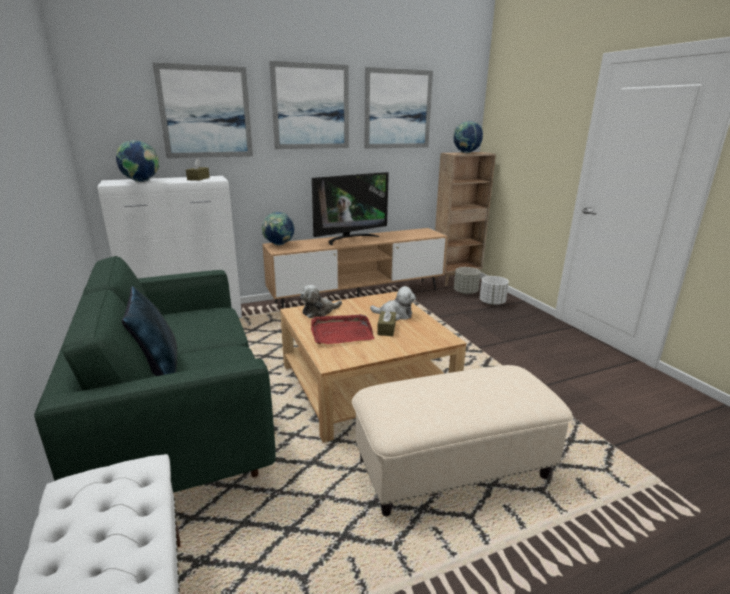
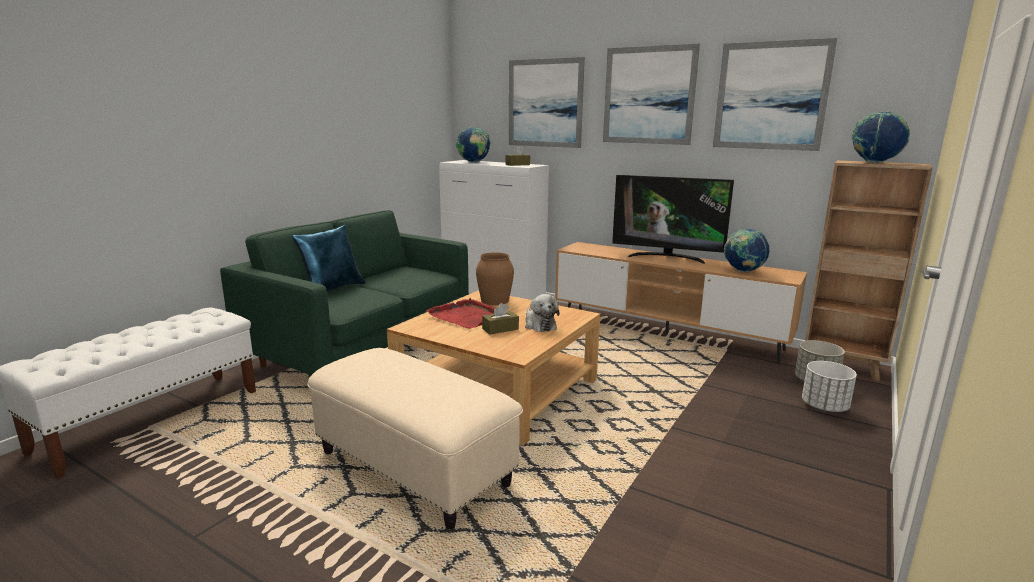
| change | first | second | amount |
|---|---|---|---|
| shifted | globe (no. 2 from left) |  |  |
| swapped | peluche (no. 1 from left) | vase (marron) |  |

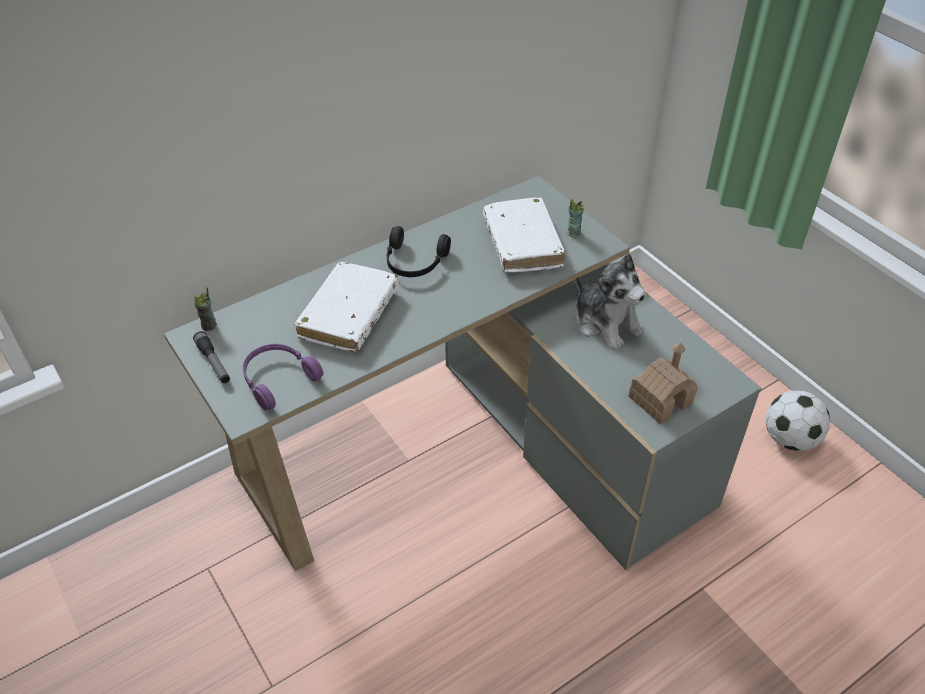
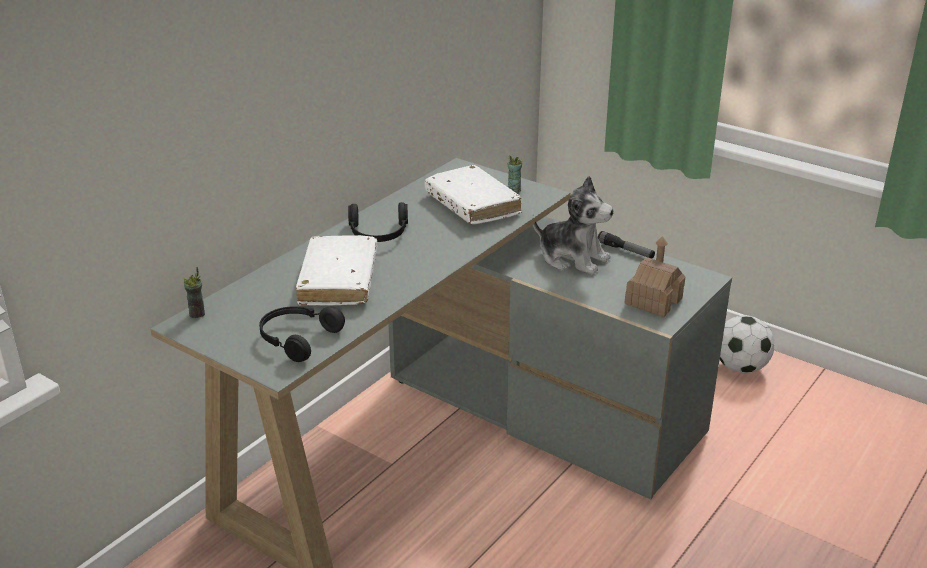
| change | first | second | amount |
|---|---|---|---|
| shifted | lampe de poche |  |  |
| repainted | casque audio (violet) | casque audio (noir) (no. 1 from left) |  |

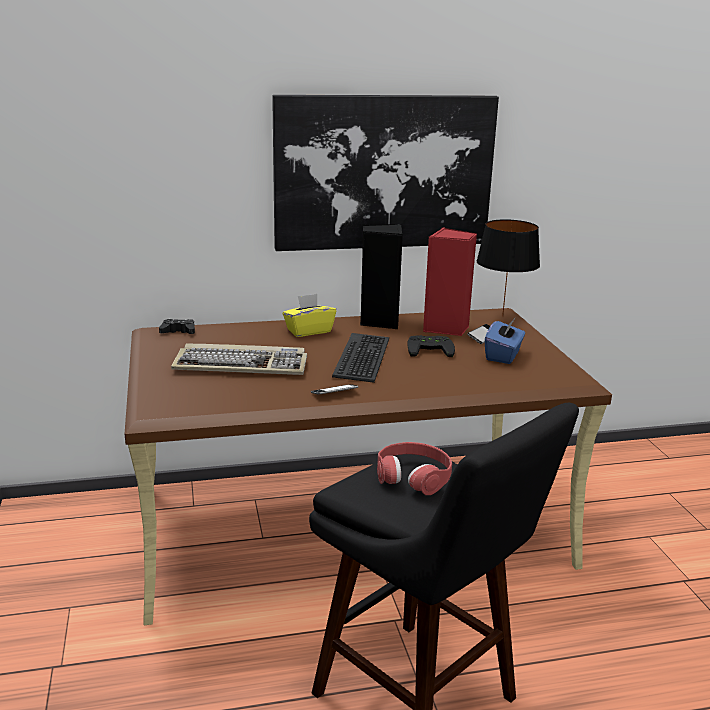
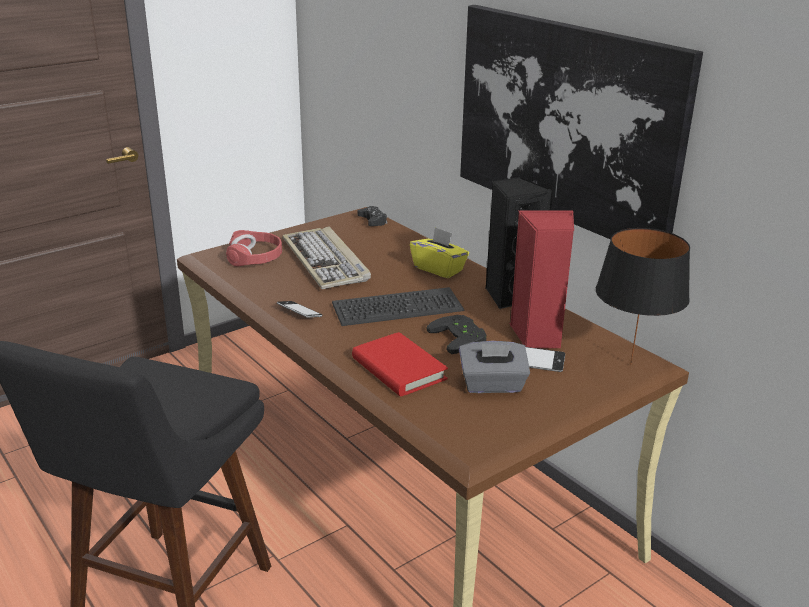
| change | first | second | amount |
|---|---|---|---|
| shifted | casque audio (rouge) |  |  |
| repainted | boîte à mouchoirs (bleu) | boîte à mouchoirs (gris) |  |
| new |  | livre (rouge) |  |

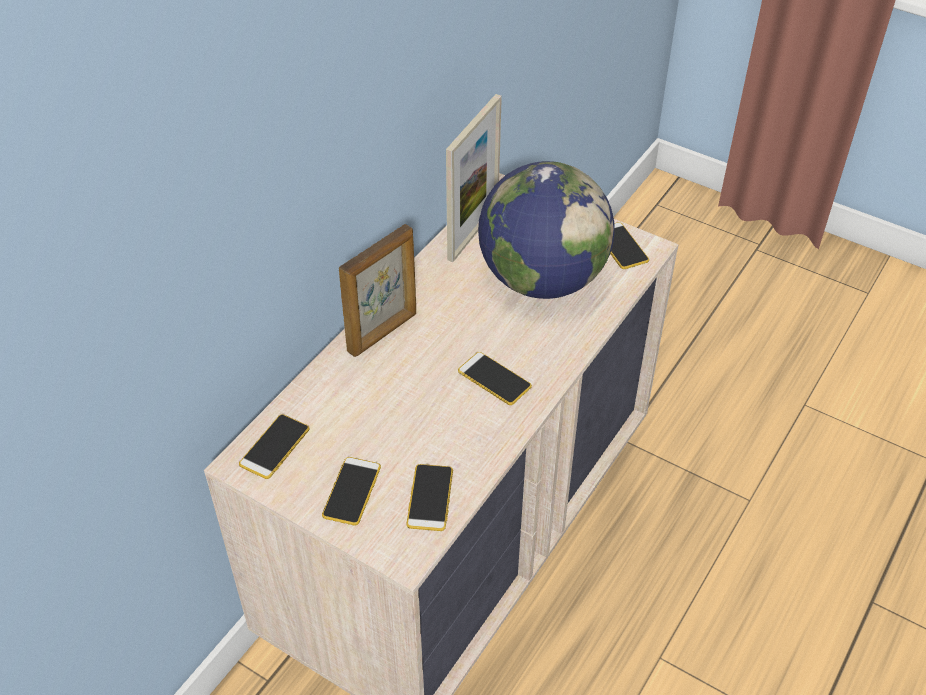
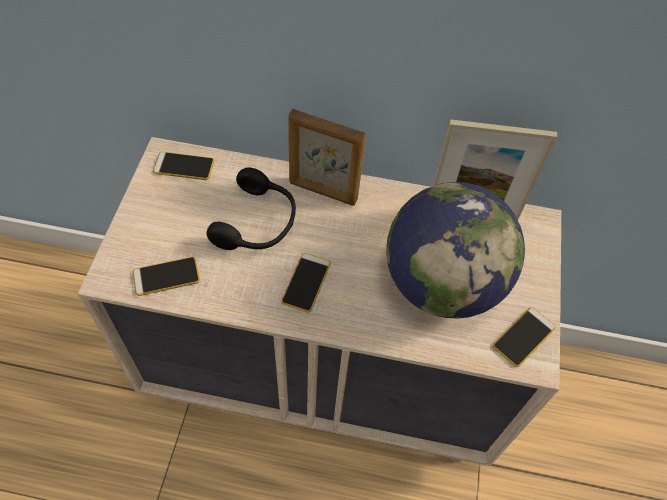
| change | first | second | amount |
|---|---|---|---|
| gone | téléphone (no. 2 from left) |  |  |
| new |  | casque audio (noir) |  |

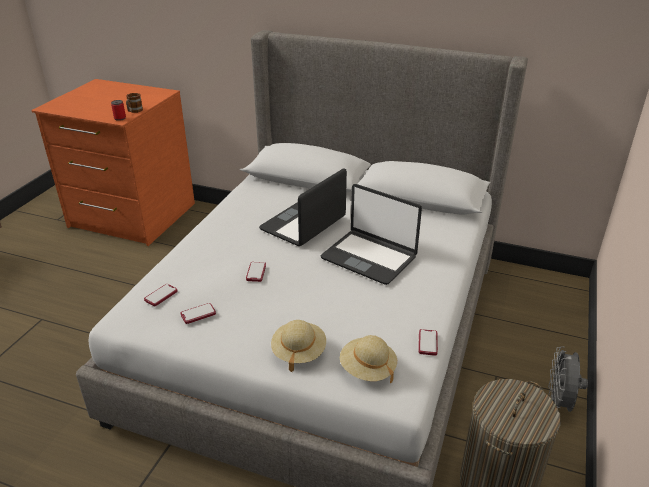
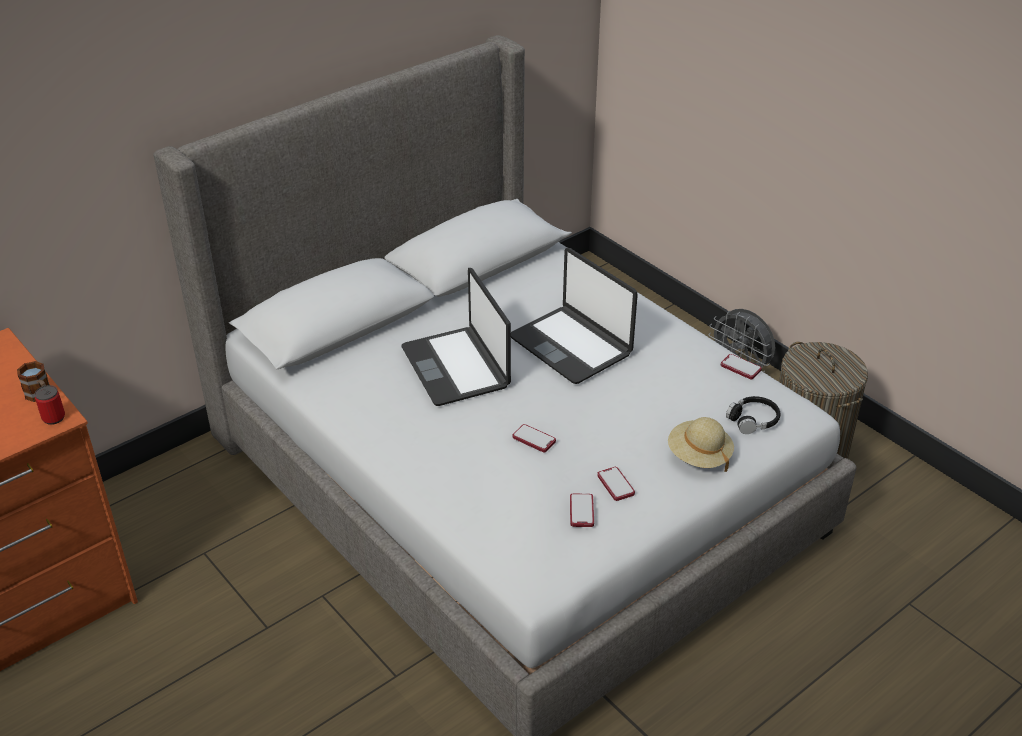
| change | first | second | amount |
|---|---|---|---|
| shifted | téléphone (no. 1 from left in the first image) | téléphone (no. 3 from left) |  |
| rotated | ordinateur portable (no. 2 from left) |  | 75 degrees clockwise |
| swapped | chapeau (beige) (no. 2 from left) | casque audio (noir) |  |

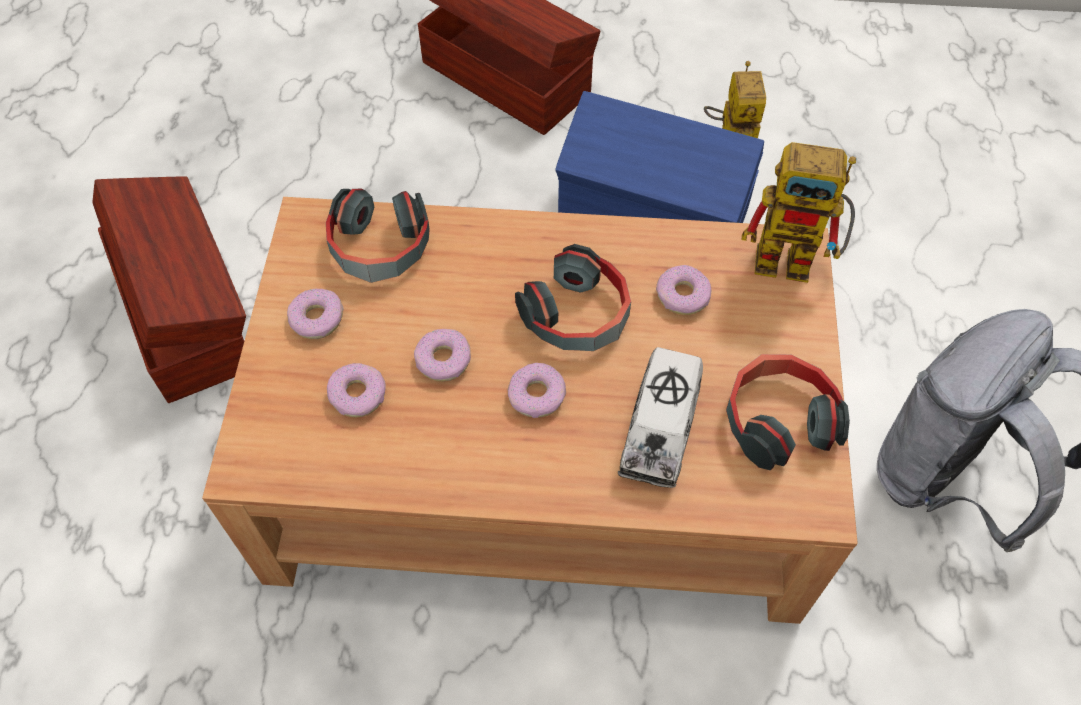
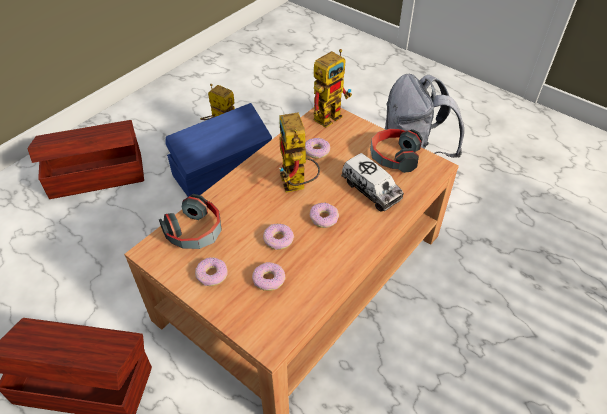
| change | first | second | amount |
|---|---|---|---|
| swapped | casque audio (no. 2 from left) | robot jouet (no. 2 from left) |  |

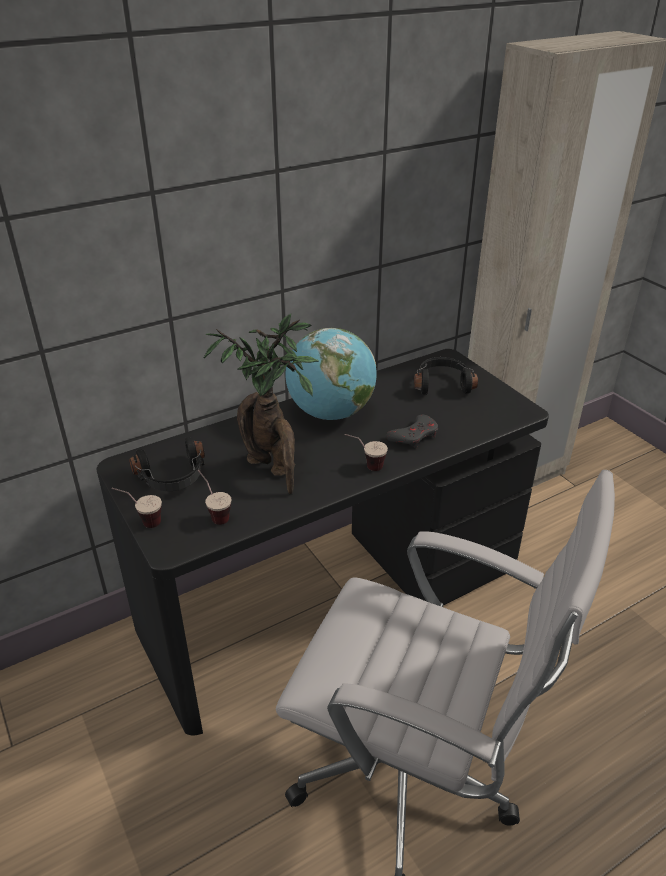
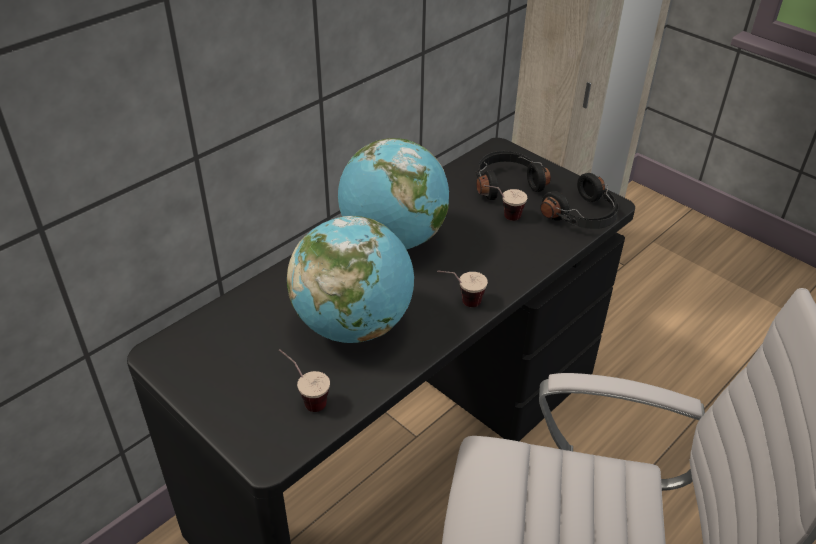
| change | first | second | amount |
|---|---|---|---|
| shifted | tasse (no. 1 from left in the first image) | tasse (no. 3 from left) |  |
| shifted | casque audio (noir) (no. 1 from left in the first image) | casque audio (noir) (no. 2 from left) |  |
| swapped | plante en pot | globe (no. 1 from left) |  |
| gone | manette (gris) |  |  |

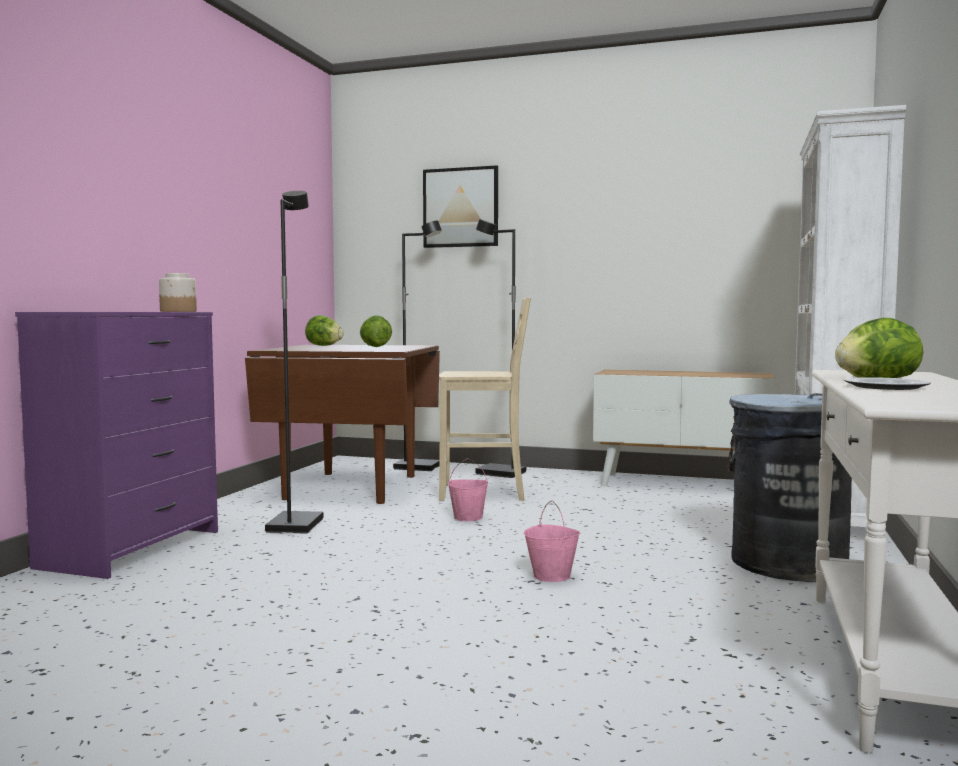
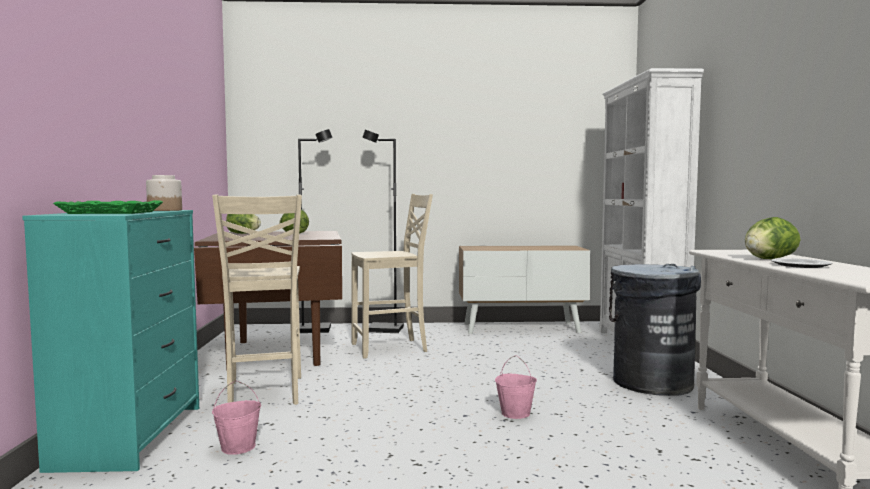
| change | first | second | amount |
|---|---|---|---|
| repainted | commode (violet) | commode (turquoise) |  |
| swapped | lampadaire (noir) (no. 1 from left) | chaise (beige) (no. 1 from left) |  |
| gone | tableau |  |  |
| shifted | seau (rose) (no. 1 from left) |  |  |
| new |  | plateau (vert) |  |

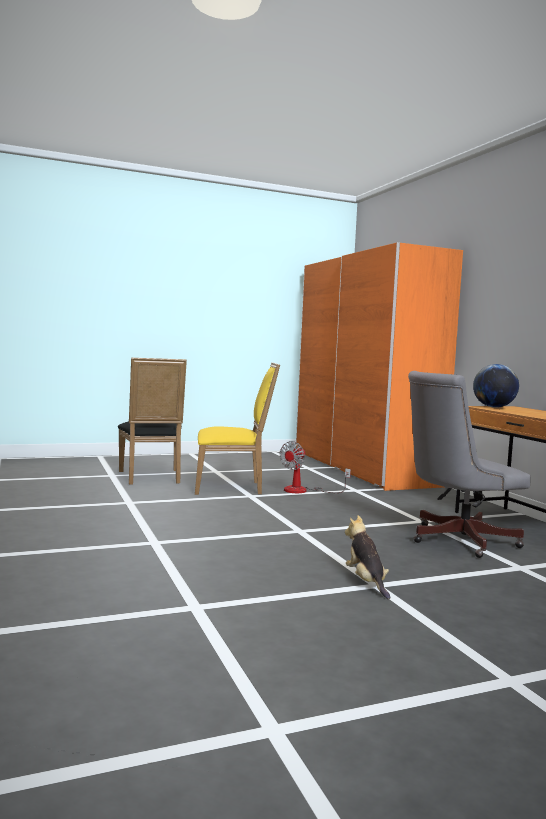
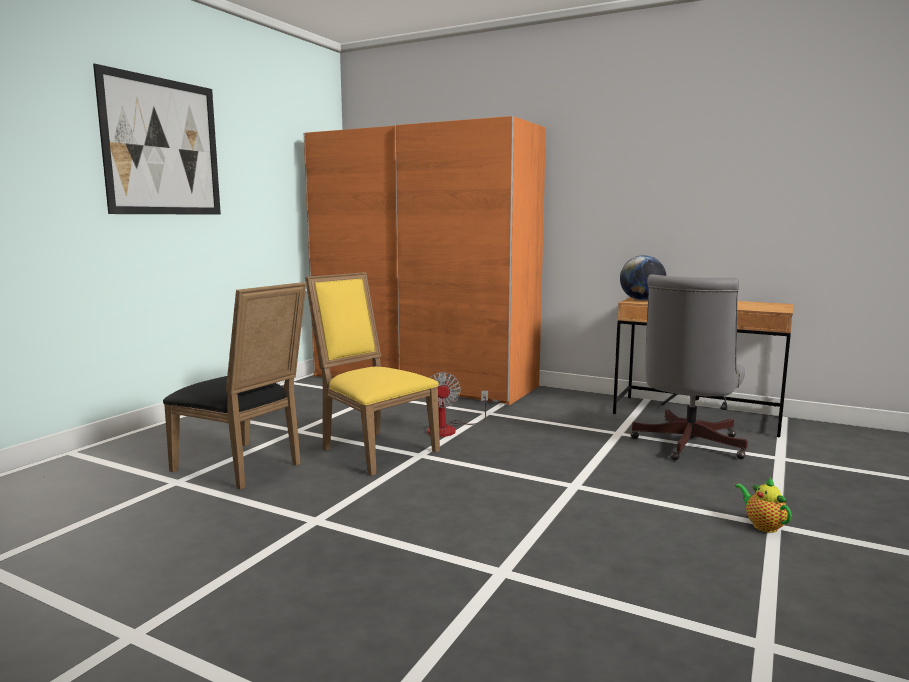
| change | first | second | amount |
|---|---|---|---|
| rotated | chaise (jaune) |  | 90 degrees counterclockwise |
| swapped | peluche | théière |  |
| new |  | tableau |  |

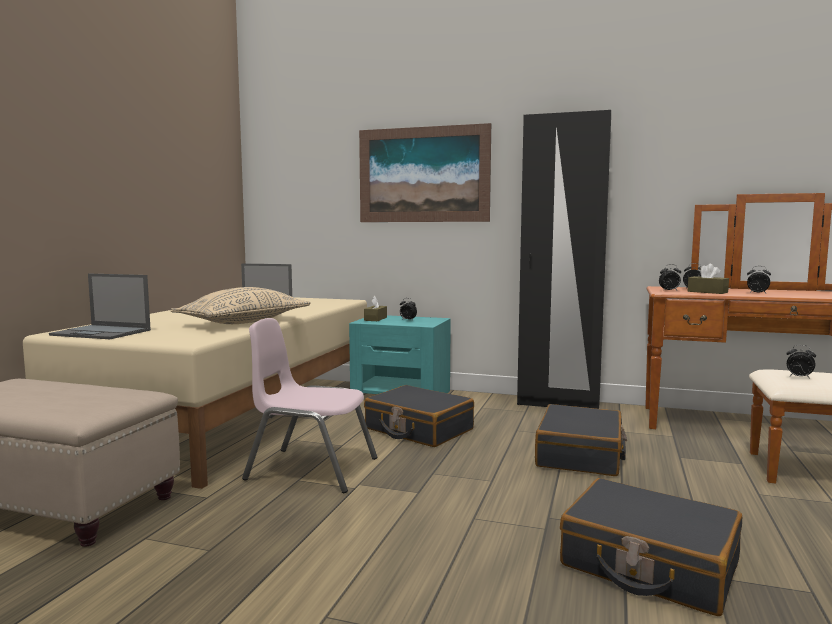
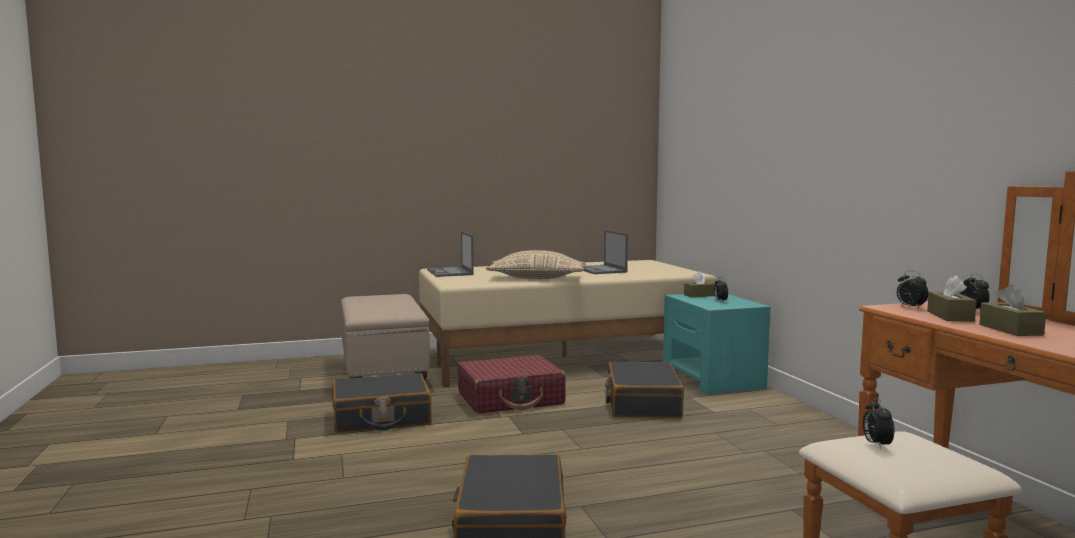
| change | first | second | amount |
|---|---|---|---|
| swapped | chaise (rose) | valise (rouge) |  |
| gone | tableau |  |  |
| gone | armoire (noir) |  |  |
| shifted | valise (noir) (no. 2 from left in the first image) | valise (noir) (no. 1 from left) |  |
| swapped | réveil (no. 4 from left) | boîte à mouchoirs (marron) (no. 3 from left) |  |

